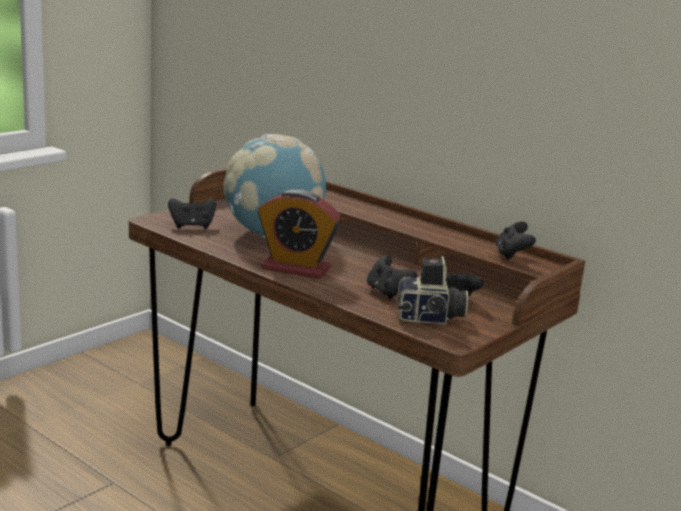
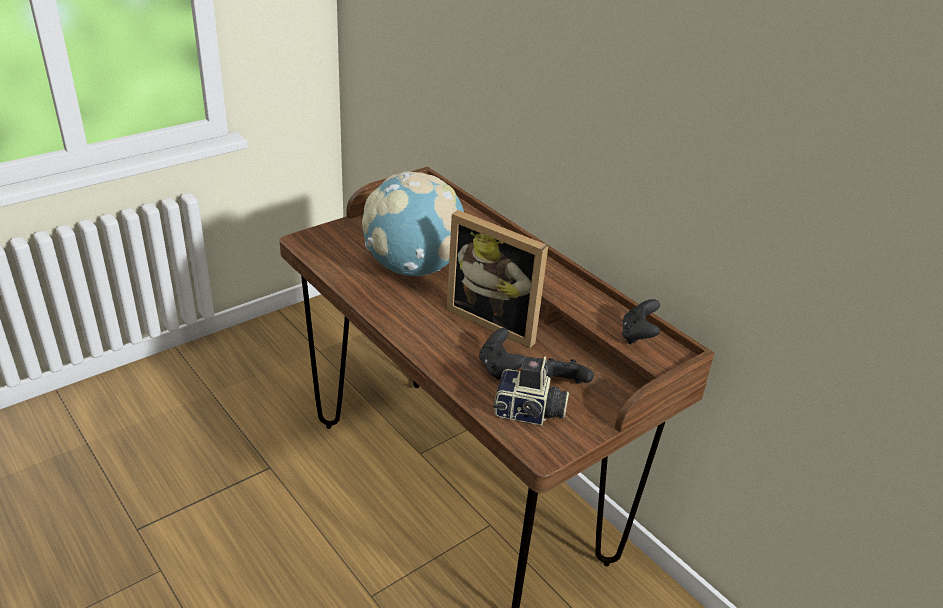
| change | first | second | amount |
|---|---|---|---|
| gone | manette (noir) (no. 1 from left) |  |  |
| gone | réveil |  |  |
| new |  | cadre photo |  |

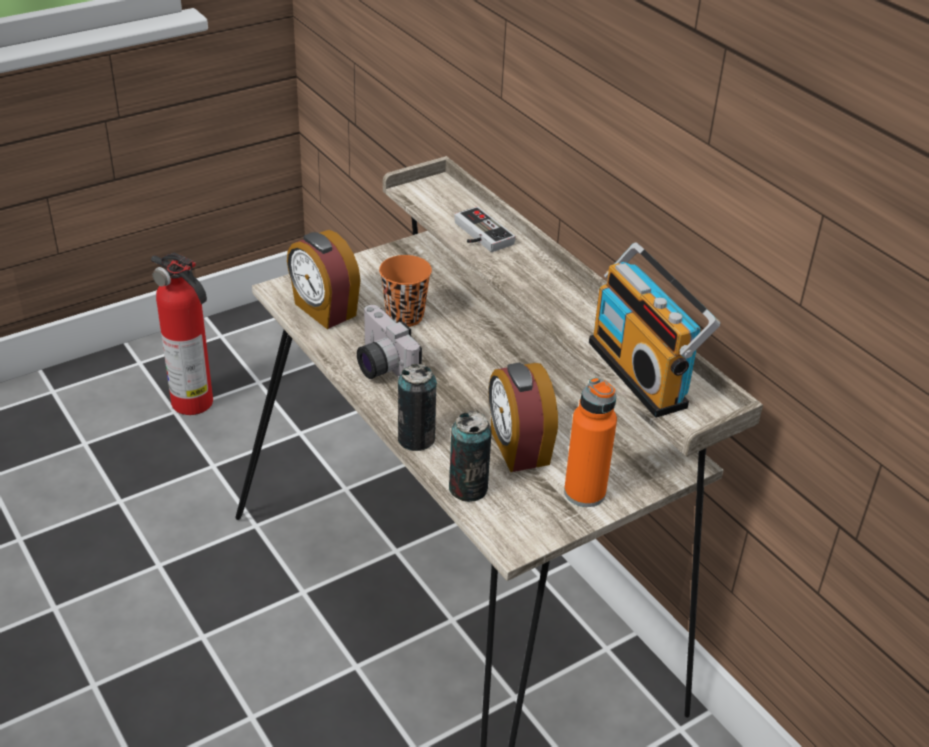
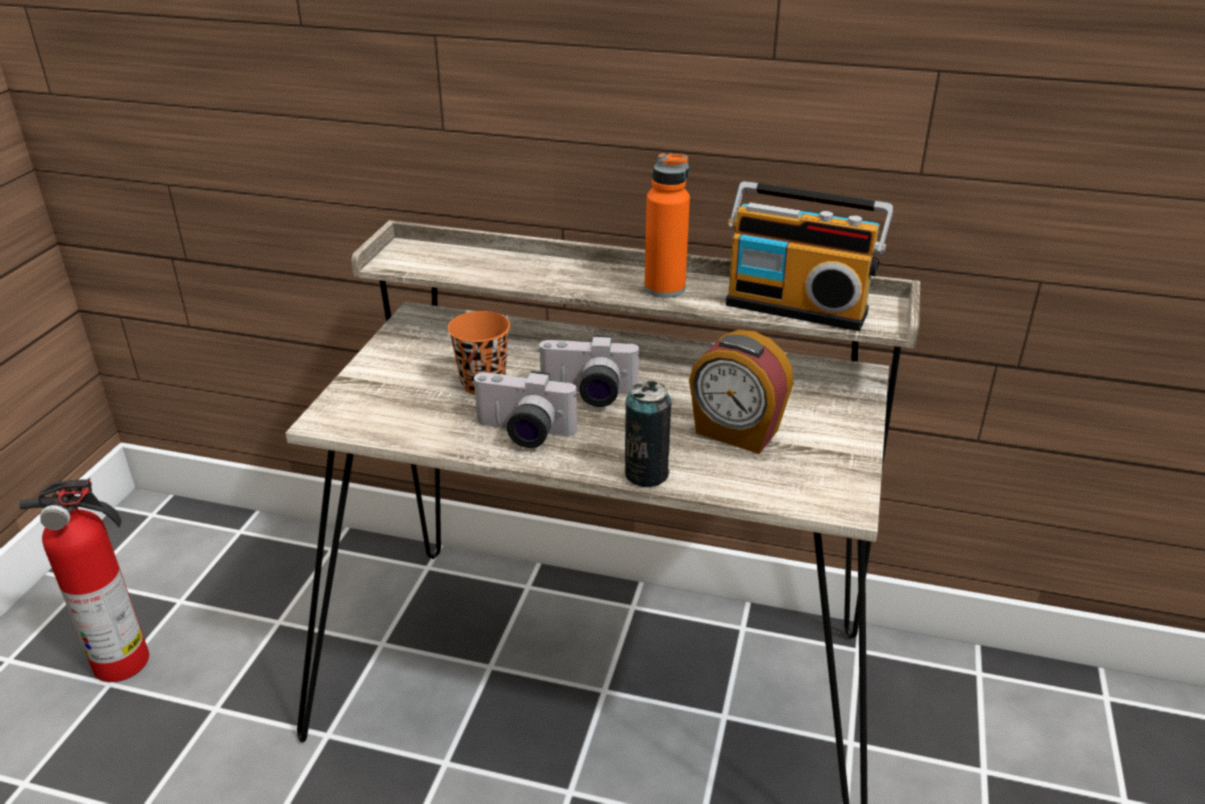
| change | first | second | amount |
|---|---|---|---|
| gone | réveil (no. 1 from left) |  |  |
| gone | boîte métallique (no. 2 from left) |  |  |
| gone | manette |  |  |
| shifted | bouteille (orange) |  |  |
| new |  | appareil photo (no. 2 from left) |  |

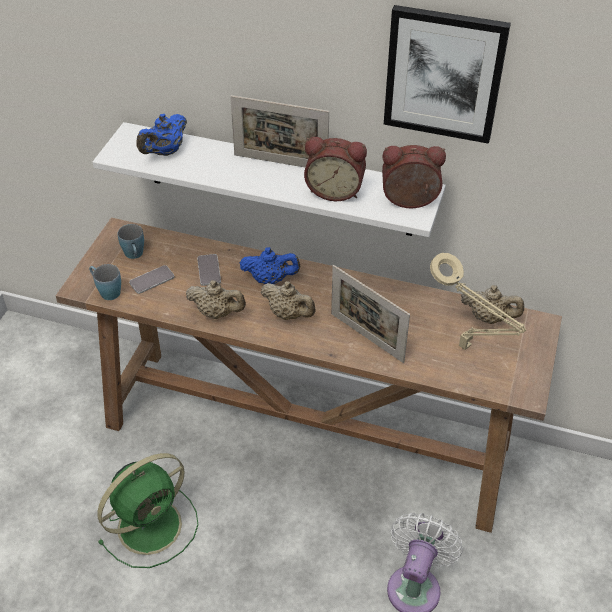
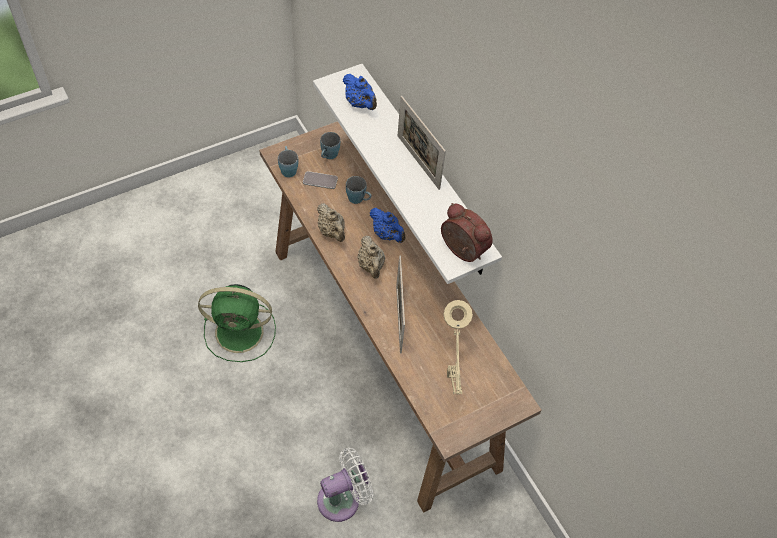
| change | first | second | amount |
|---|---|---|---|
| rotated | théière (bleu) (no. 1 from left) |  | 120 degrees counterclockwise |
| swapped | téléphone (no. 2 from left) | mug (bleu) (no. 3 from left) |  |
| gone | réveil (no. 1 from left) |  |  |
| gone | tableau |  |  |
| gone | théière (beige) (no. 3 from left) |  |  |

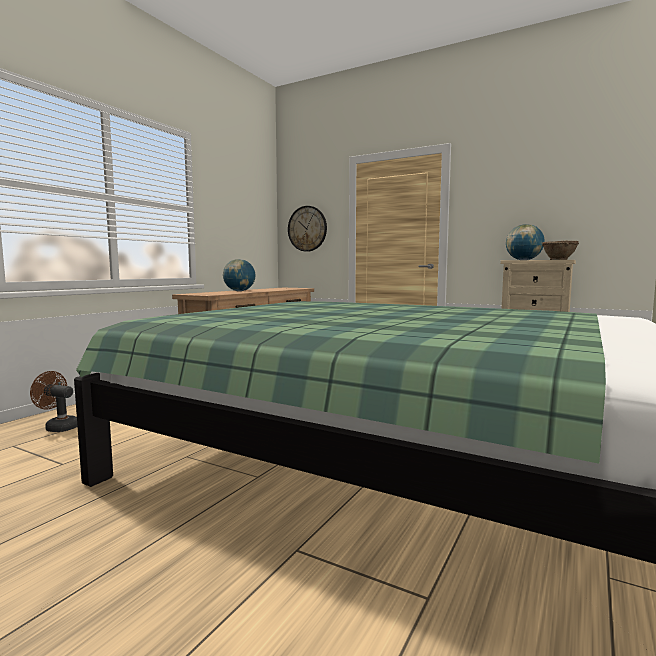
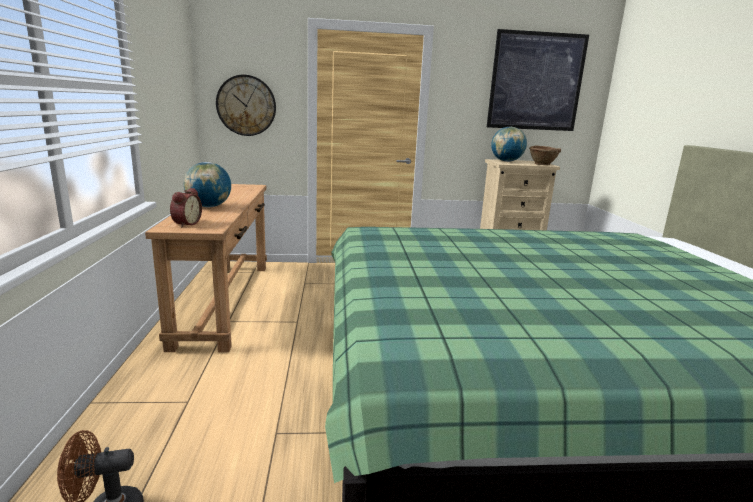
| change | first | second | amount |
|---|---|---|---|
| new |  | réveil |  |
| new |  | tableau |  |

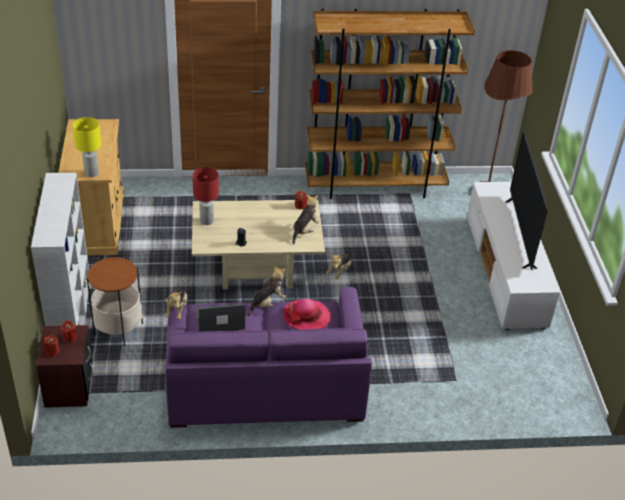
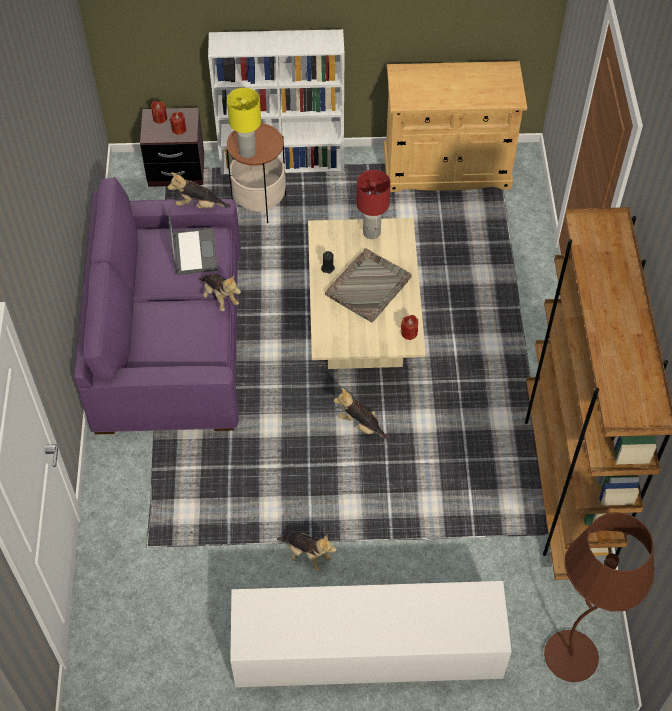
| change | first | second | amount |
|---|---|---|---|
| shifted | lampe de table (jaune) |  |  |
| gone | chapeau |  |  |
| shifted | peluche (no. 3 from left) |  |  |
| gone | téléviseur |  |  |
| new |  | plateau (gris) |  |

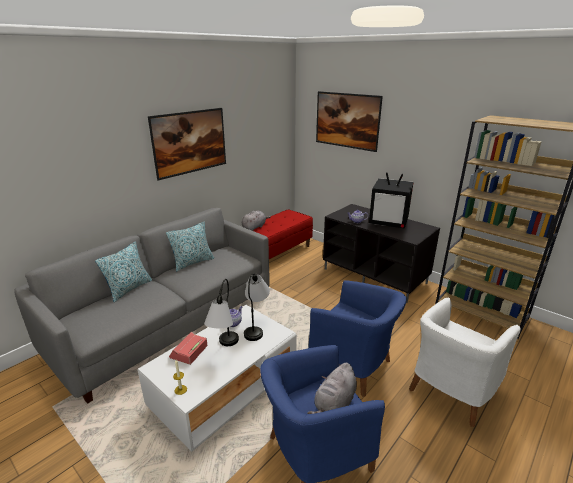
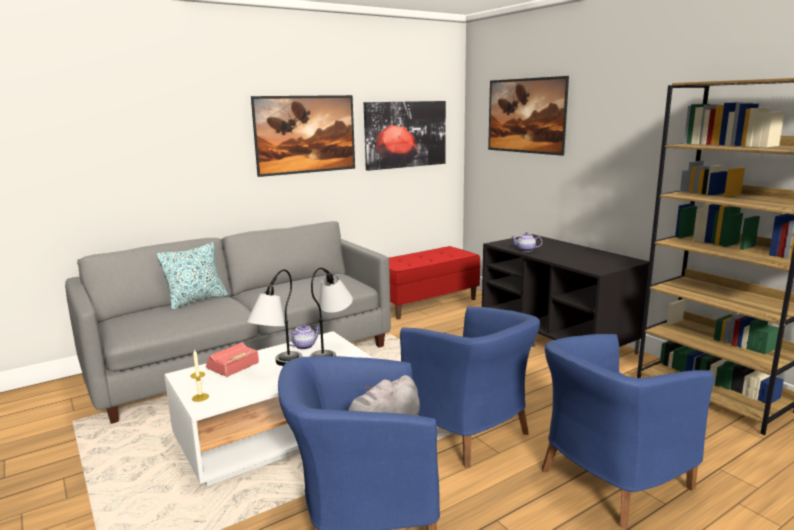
| change | first | second | amount |
|---|---|---|---|
| gone | coussin (no. 2 from left) |  |  |
| gone | peluche (gris) (no. 1 from left) |  |  |
| gone | téléviseur |  |  |
| repainted | fauteuil (blanc) | fauteuil (bleu) (no. 3 from left) |  |
| new |  | tableau (no. 2 from left) |  |

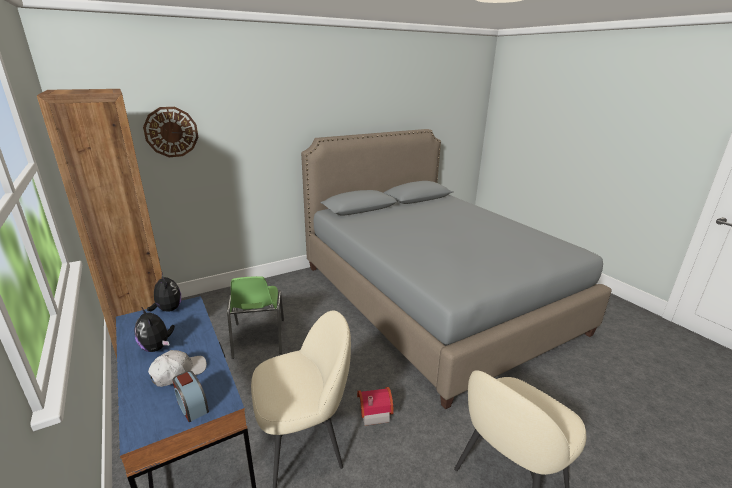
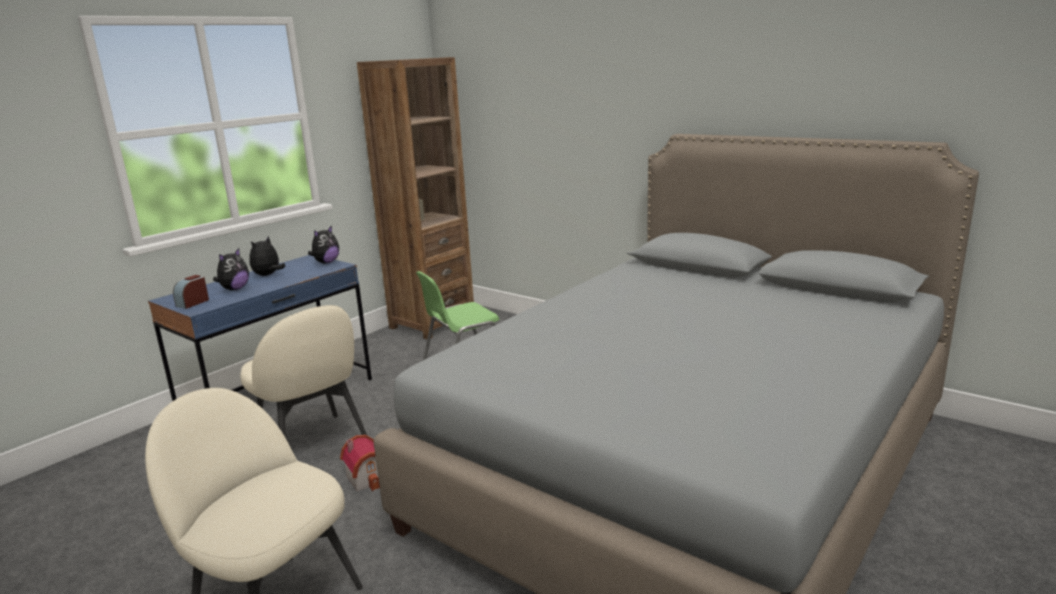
| change | first | second | amount |
|---|---|---|---|
| gone | horloge murale |  |  |
| swapped | casquette (blanc) | peluche (no. 1 from left) |  |

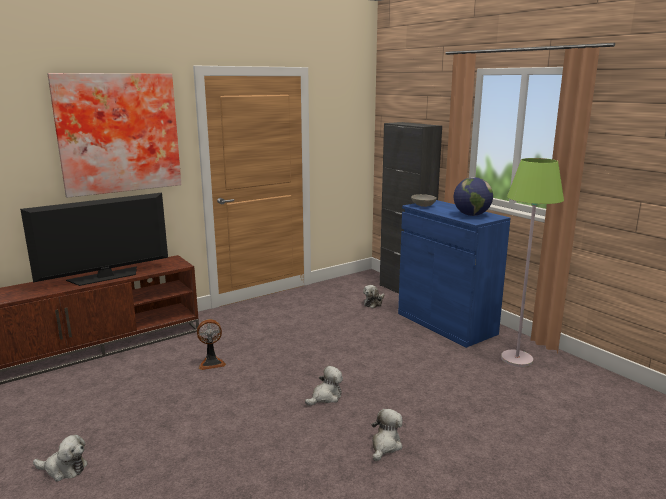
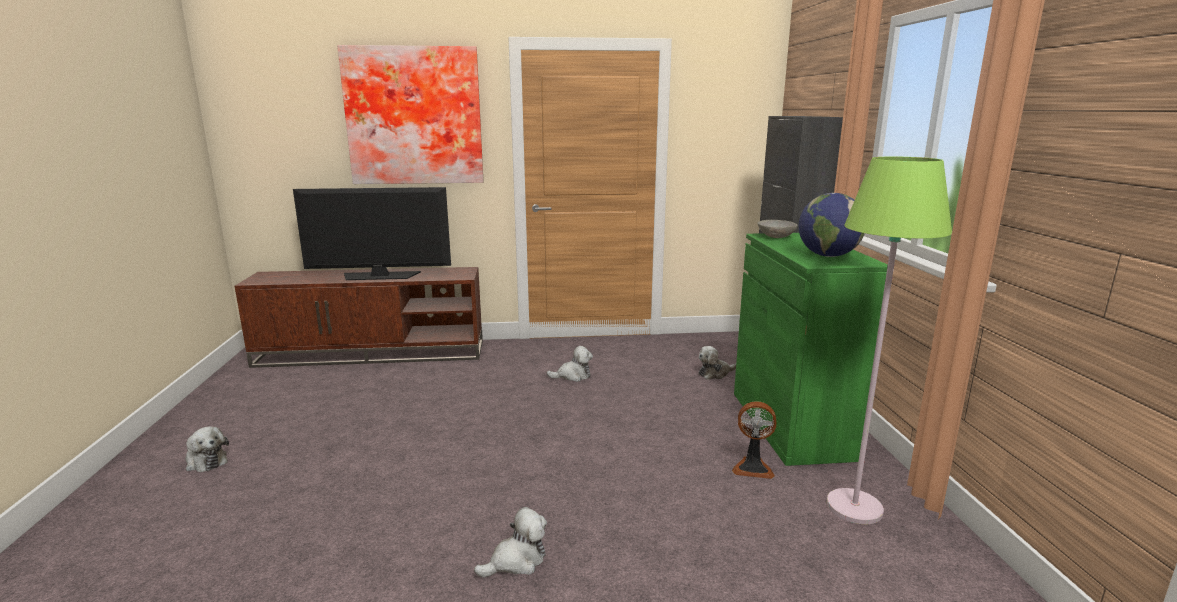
| change | first | second | amount |
|---|---|---|---|
| shifted | ventilateur |  |  |
| shifted | peluche (no. 2 from left in the first image) | peluche (no. 3 from left) |  |
| repainted | meuble de rangement (bleu) | meuble de rangement (vert) |  |

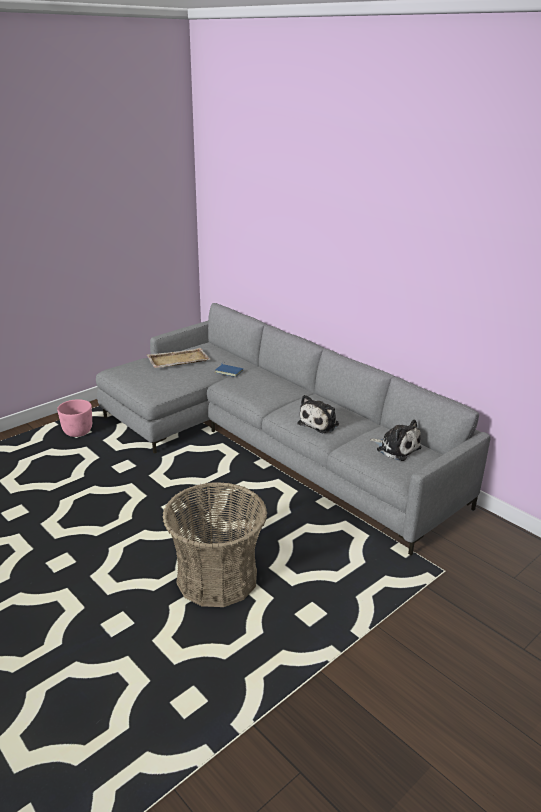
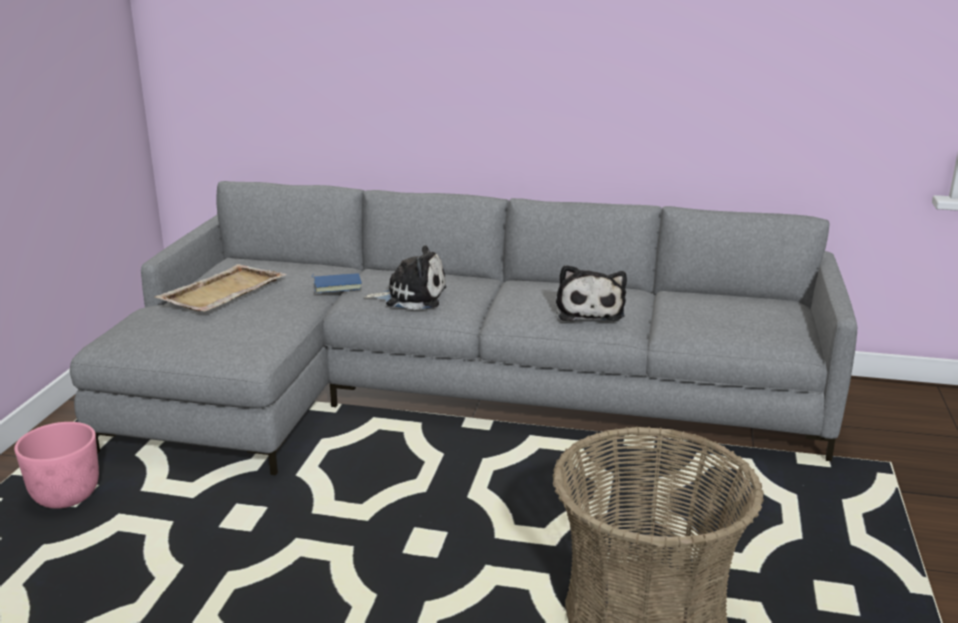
| change | first | second | amount |
|---|---|---|---|
| shifted | peluche (no. 2 from left in the first image) | peluche (no. 1 from left) |  |

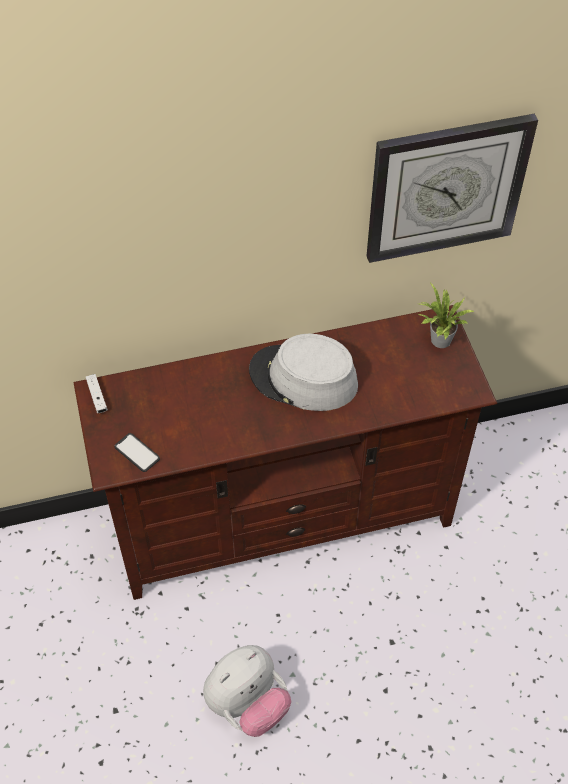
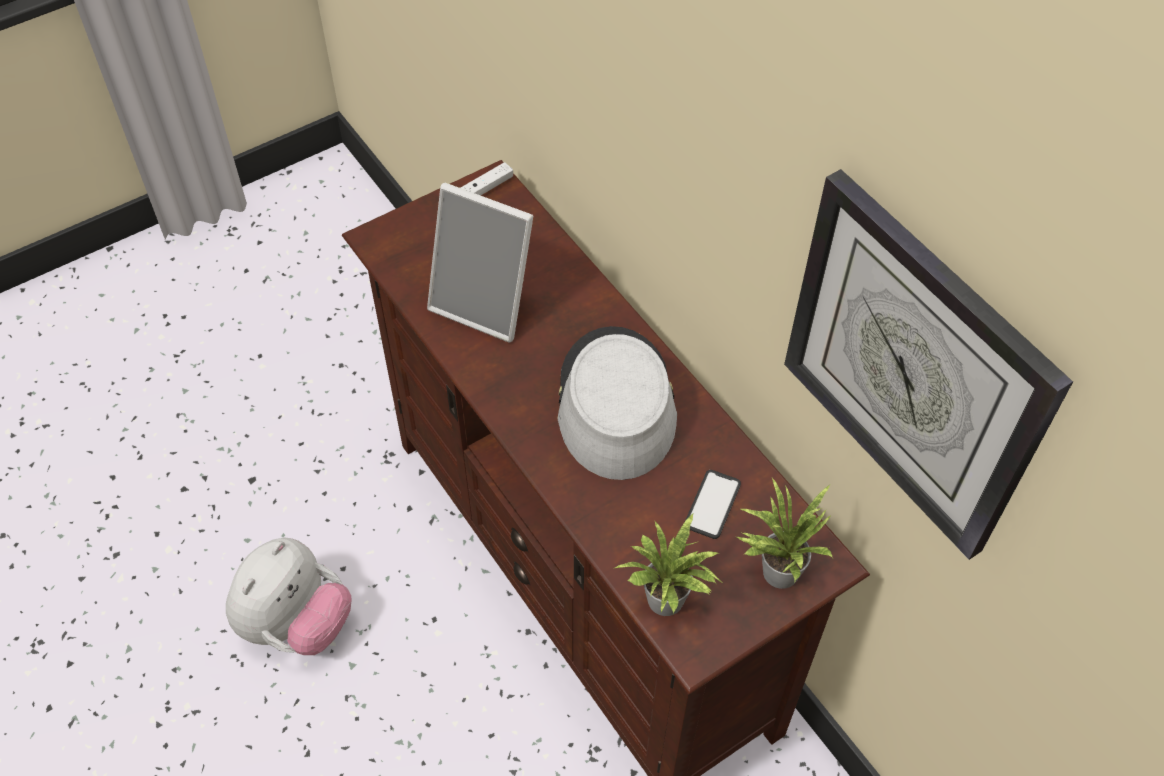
| change | first | second | amount |
|---|---|---|---|
| shifted | téléphone |  |  |
| rotated | peluche |  | 90 degrees counterclockwise |
| new |  | cadre photo |  |
| new |  | plante en pot (no. 1 from left) |  |

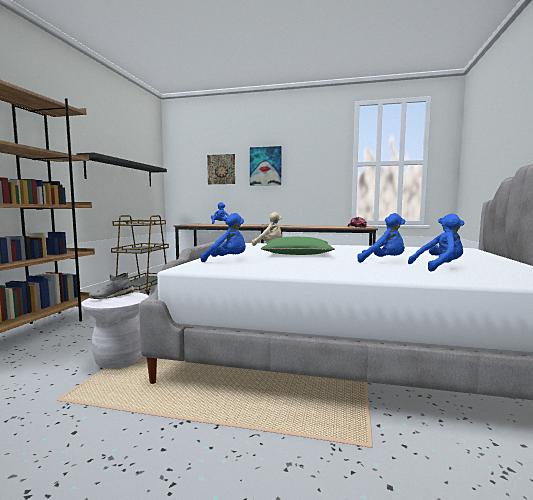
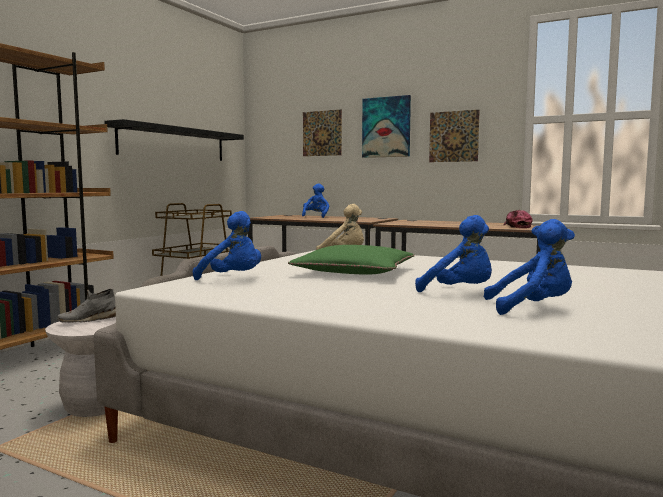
| change | first | second | amount |
|---|---|---|---|
| new |  | tableau (no. 3 from left) |  |

